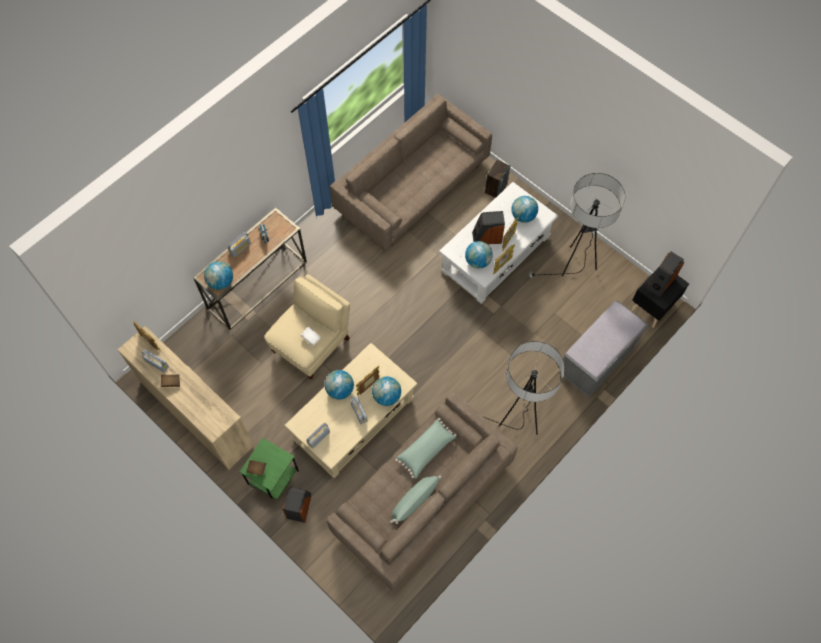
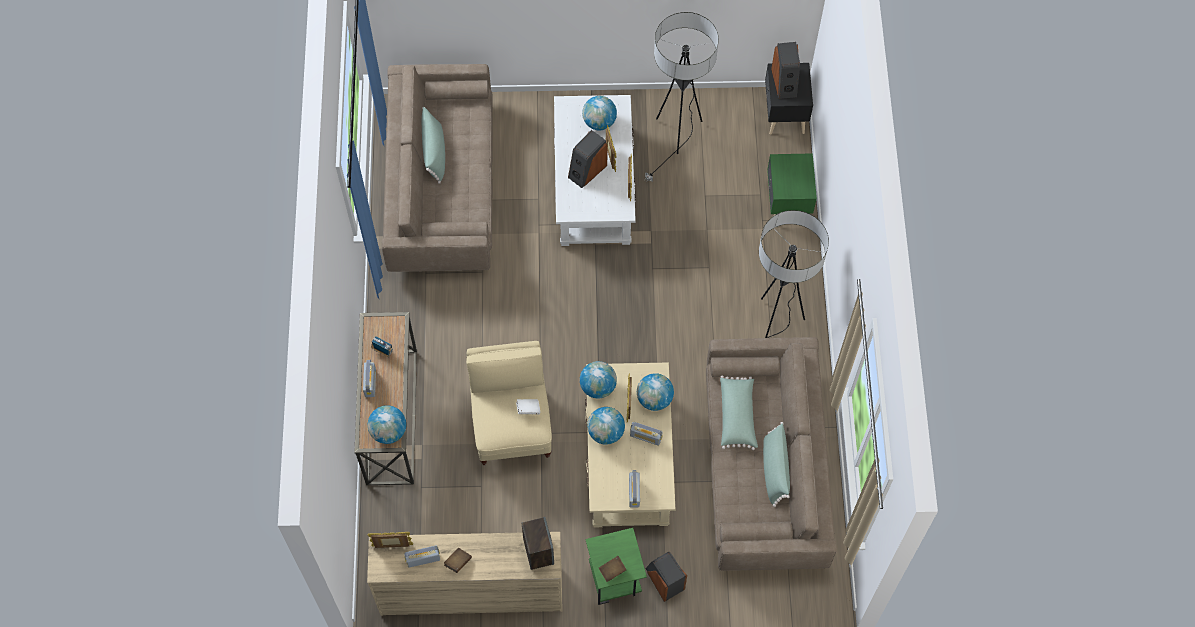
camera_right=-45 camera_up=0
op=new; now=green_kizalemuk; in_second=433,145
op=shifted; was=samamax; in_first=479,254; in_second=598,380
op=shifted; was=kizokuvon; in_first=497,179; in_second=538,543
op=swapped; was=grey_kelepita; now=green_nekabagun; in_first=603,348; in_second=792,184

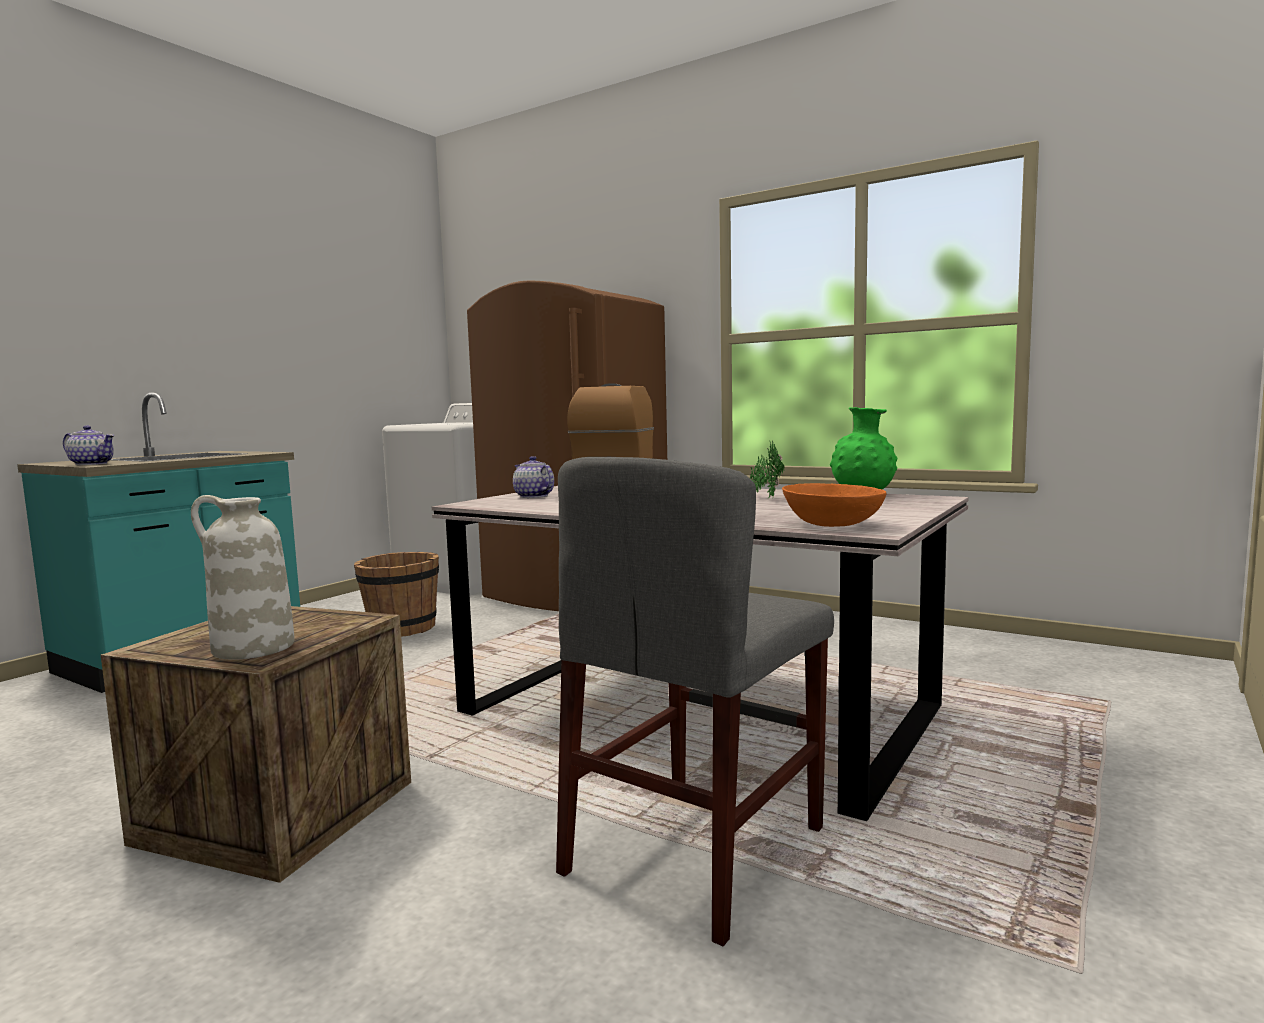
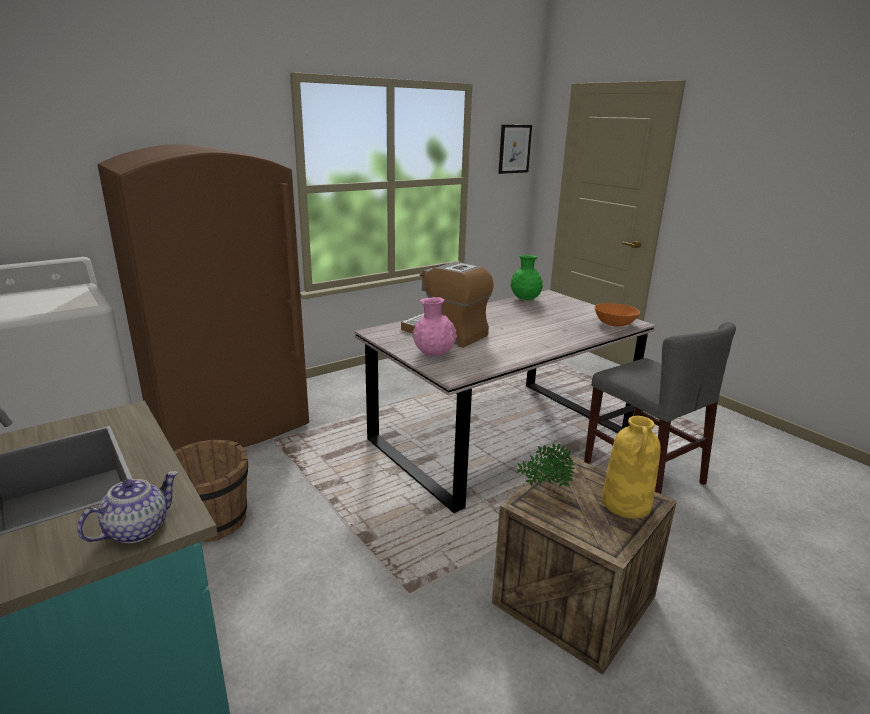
camera_right=-70 camera_up=15
op=new; now=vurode; in_second=515,149
op=shifted; was=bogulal; in_first=767,469; in_second=546,465
op=swapped; was=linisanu; now=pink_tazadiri; in_first=533,477; in_second=435,326
op=repainted; was=white_tazadiri; now=yellow_tazadiri; in_first=243,577; in_second=631,467

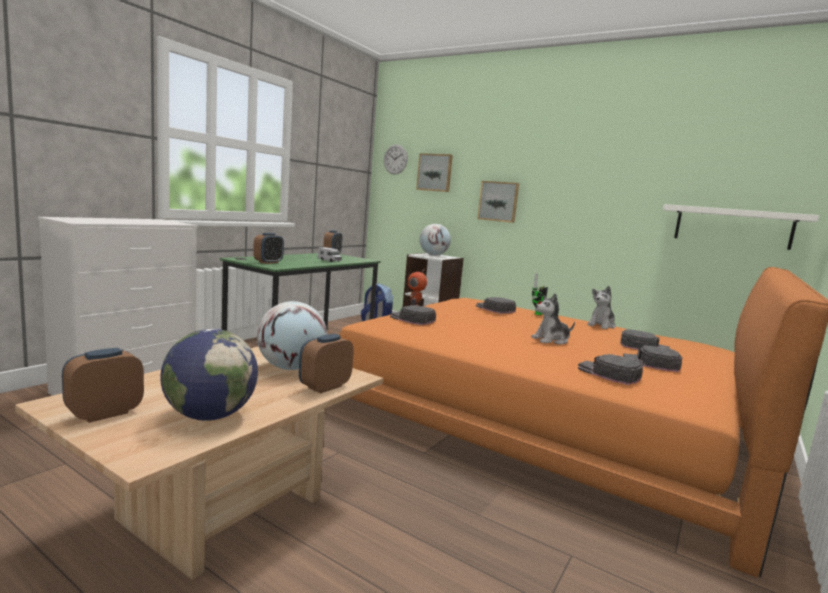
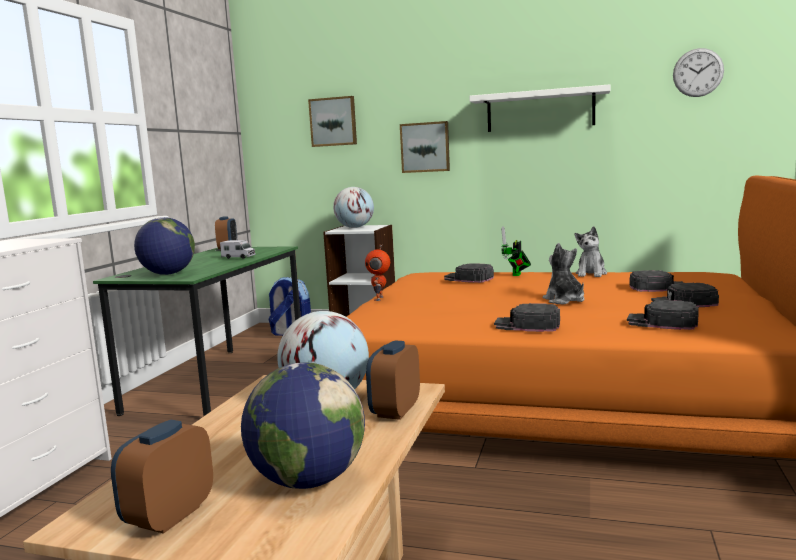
camera_right=-15 camera_up=0
op=shifted; was=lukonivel; in_first=396,159; in_second=698,72
op=shifted; was=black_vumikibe; in_first=413,315; in_second=527,317
op=shifted; was=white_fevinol; in_first=741,227; in_second=539,108
op=swapped; was=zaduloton; now=samamax; in_first=268,248; in_second=164,246
op=rotated; was=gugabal; in_first=553,319; in_second=563,273; clockwise=105

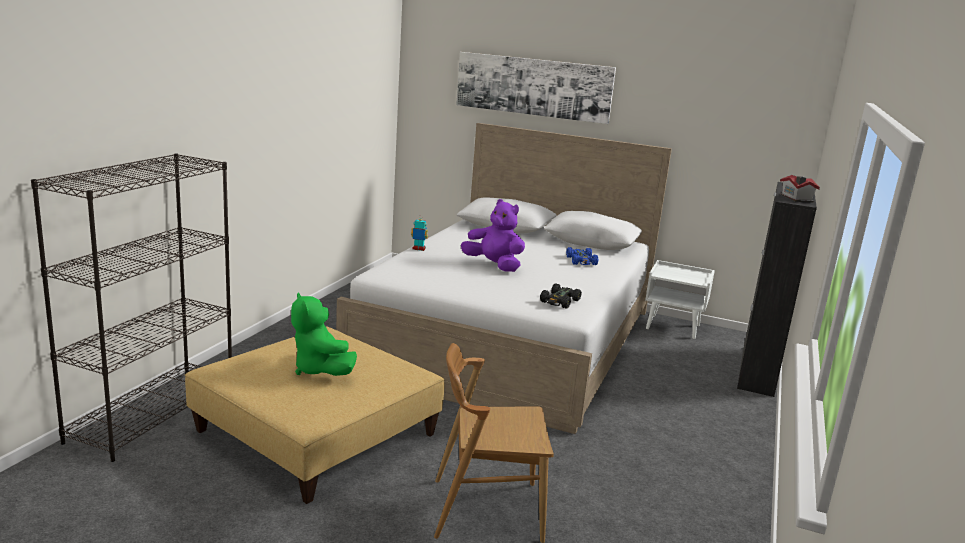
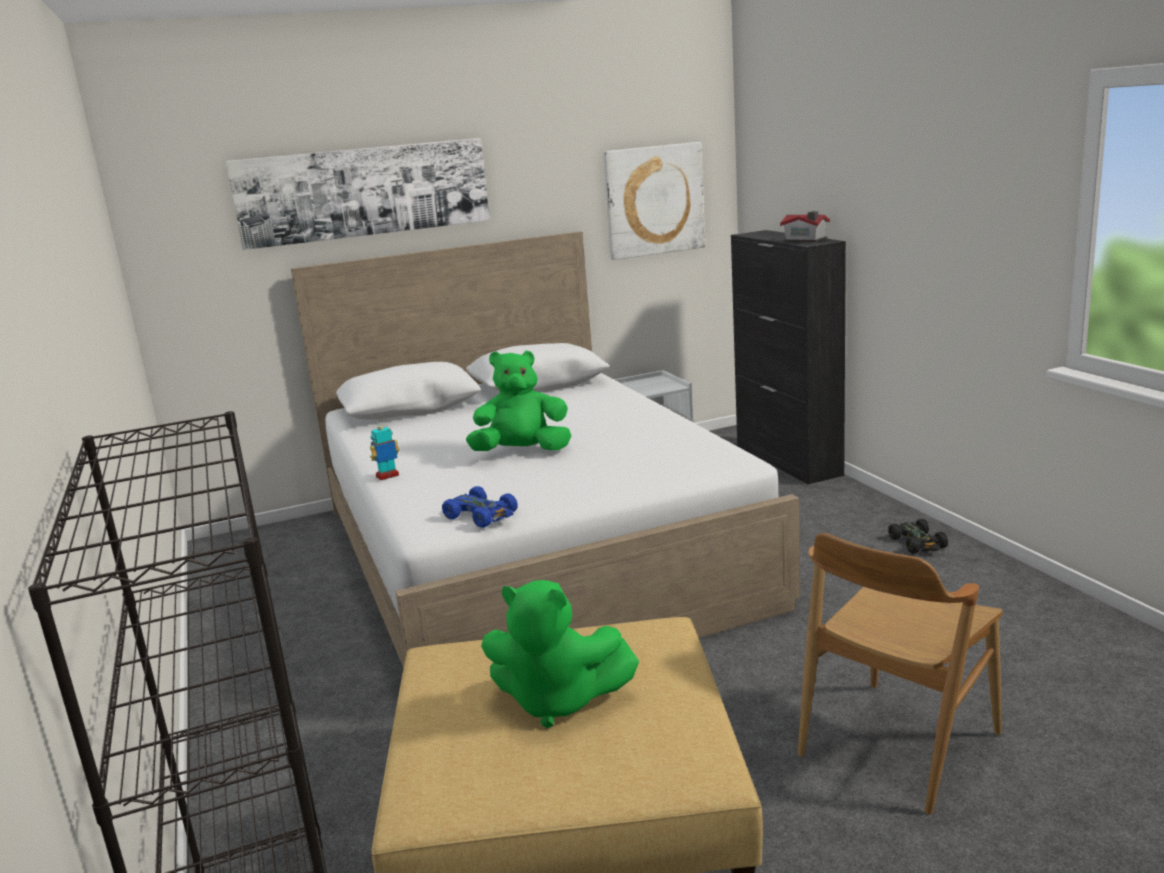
camera_right=-40 camera_up=0
op=new; now=vurode; in_second=654,201
op=shifted; was=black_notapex; in_first=561,295; in_second=918,536
op=shifted; was=blue_notapex; in_first=582,256; in_second=480,507
op=repainted; was=purple_gugabal; now=green_gugabal; in_first=493,235; in_second=518,401

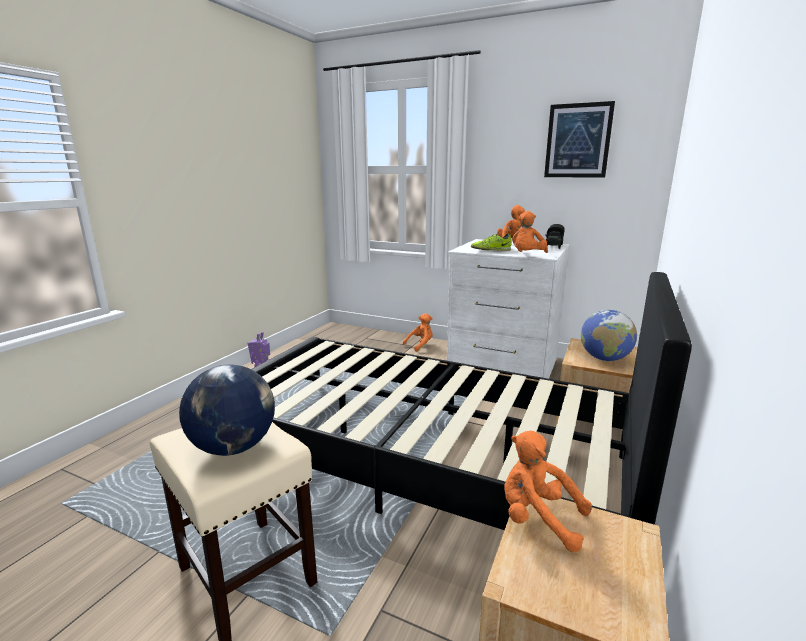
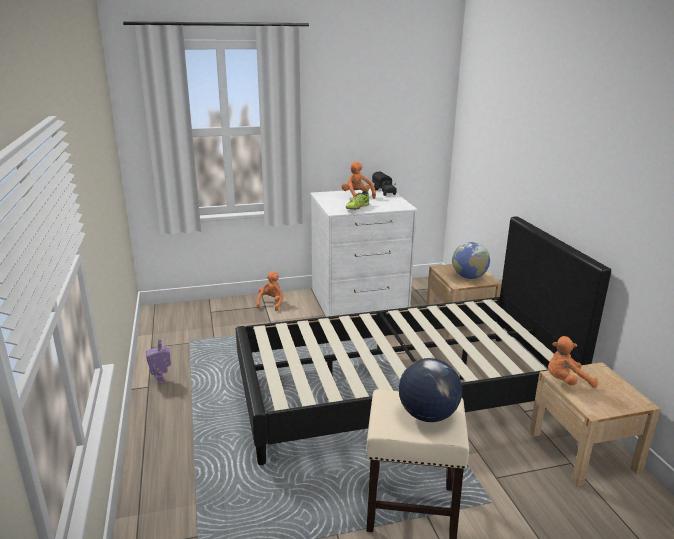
camera_right=-40 camera_up=5
op=gone; was=orange_gugabal; in_first=530,232
op=gone; was=vurode; in_first=579,139

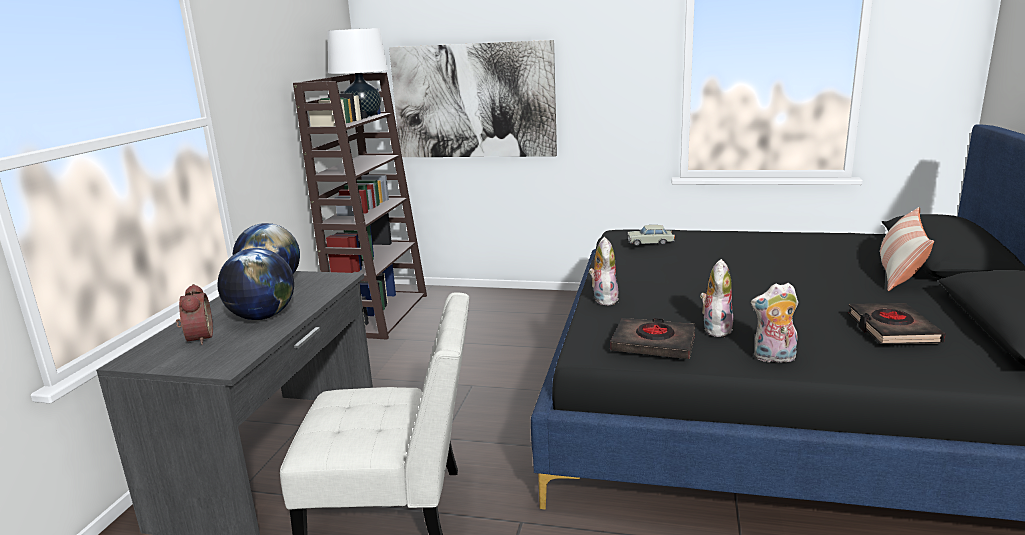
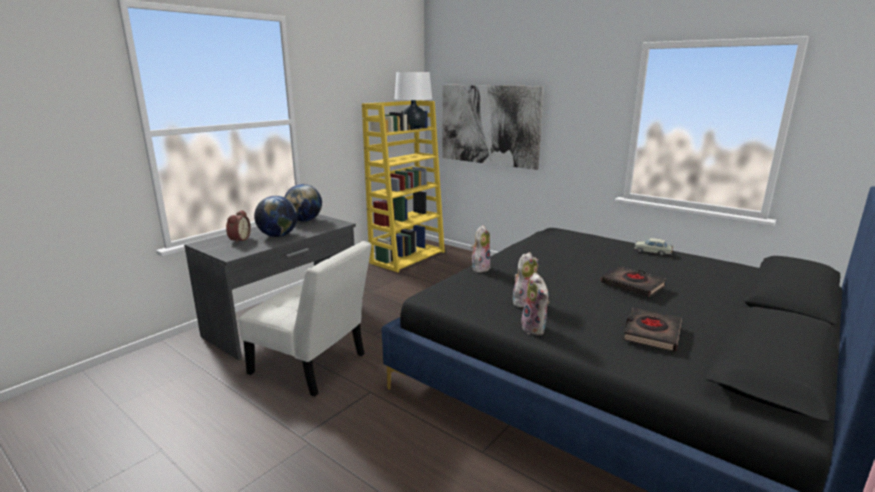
camera_right=25 camera_up=0
op=gone; was=kizalemuk; in_first=907,249
op=shifted; was=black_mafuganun; in_first=653,338; in_second=634,282
op=shifted; was=beige_notapex; in_first=651,235; in_second=653,247
op=repainted; was=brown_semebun; now=yellow_semebun; in_first=360,206; in_second=403,186
op=rotated; was=gugabal; in_first=774,323; in_second=535,304; clockwise=-135

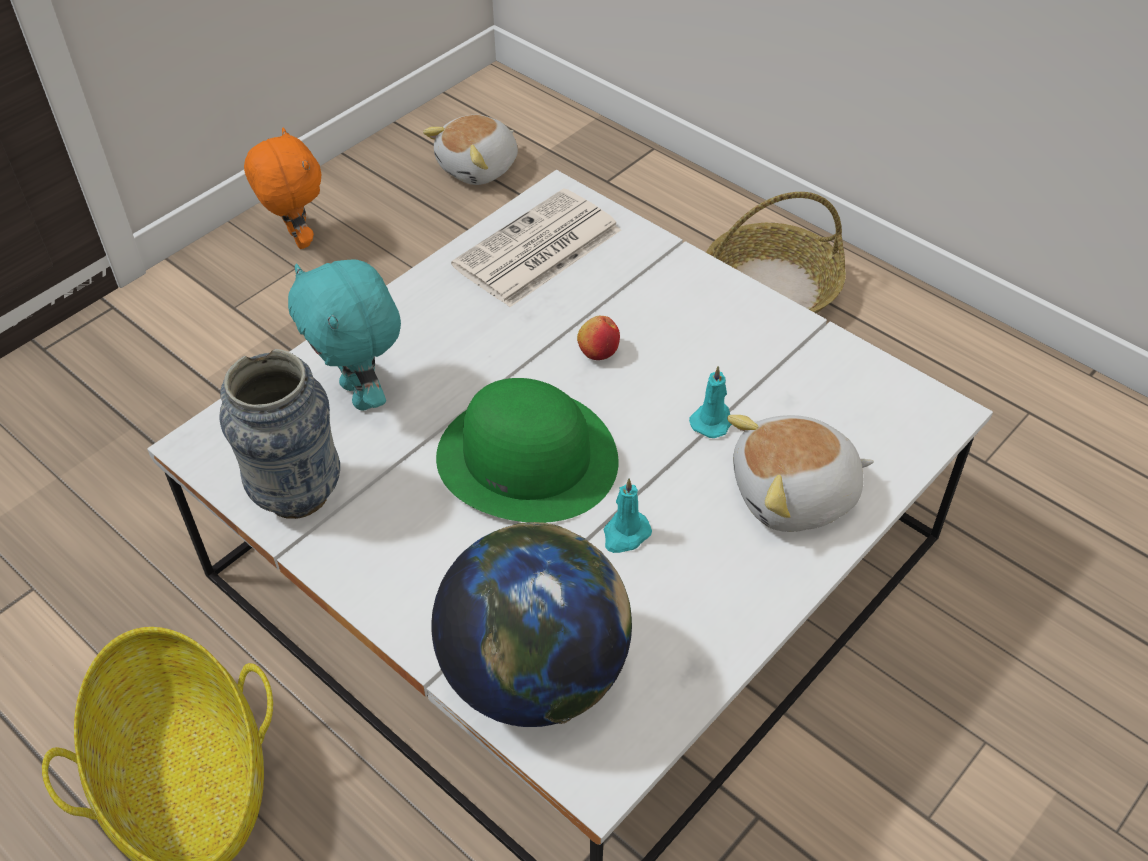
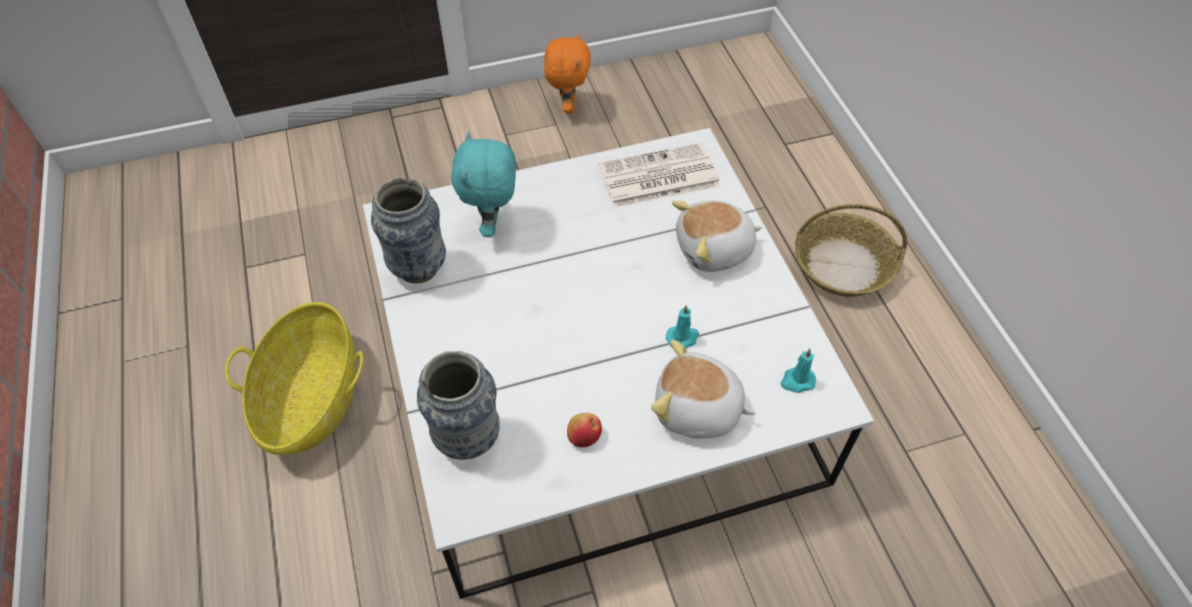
camera_right=30 camera_up=5
op=gone; was=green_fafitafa; in_first=527,450
op=shifted; was=gugabal; in_first=470,150; in_second=717,236
op=shifted; was=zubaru; in_first=598,338; in_second=584,430
op=shifted; was=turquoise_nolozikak; in_first=628,515; in_second=798,371
op=swapped; was=samamax; now=tazadiri; in_first=531,624; in_second=458,405

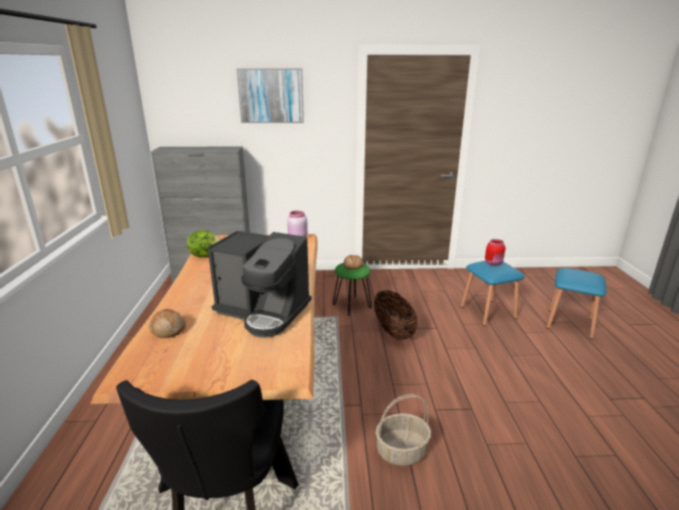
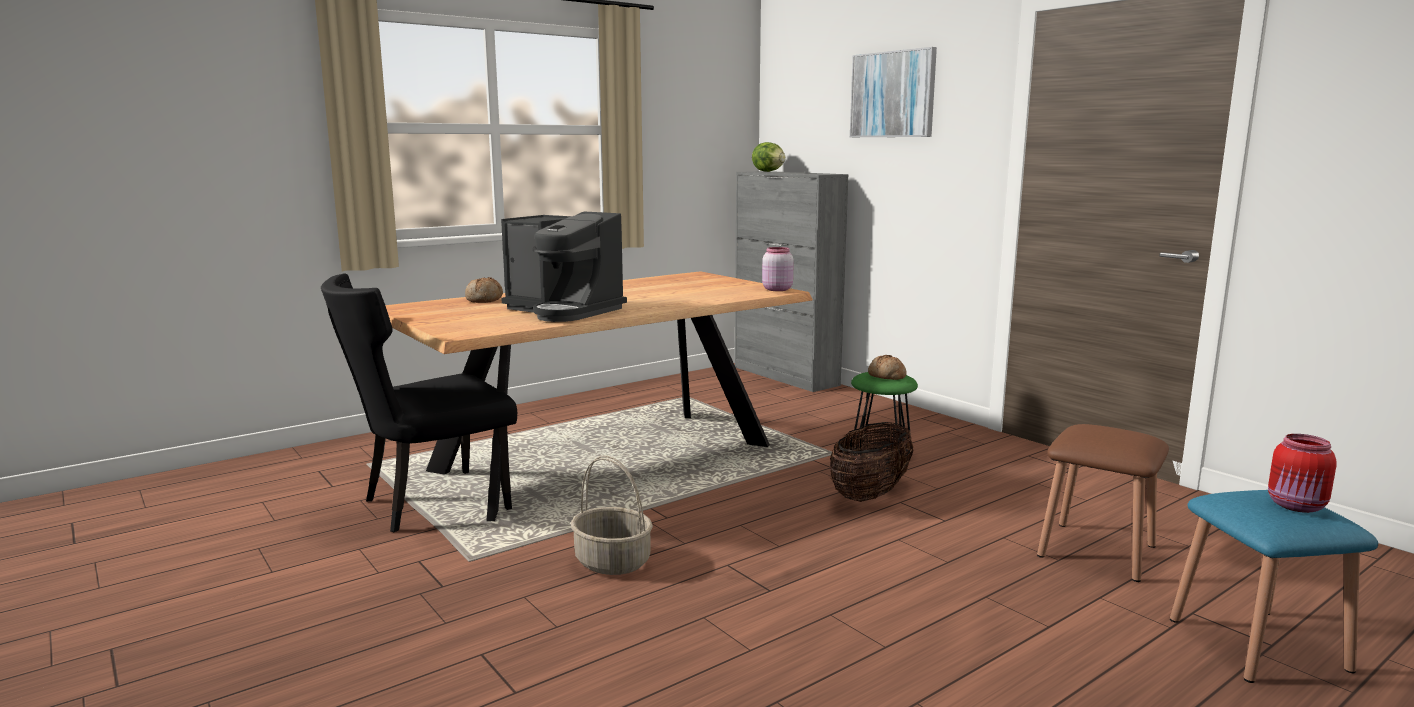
camera_right=55 camera_up=-10
op=shifted; was=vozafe; in_first=204,243; in_second=769,157
op=shifted; was=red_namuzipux; in_first=495,252; in_second=1302,473
op=repainted; was=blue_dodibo; now=brown_dodibo; in_first=492,293; in_second=1103,503
op=rotated; was=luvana; in_first=259,284; in_second=564,266; clockwise=-45

